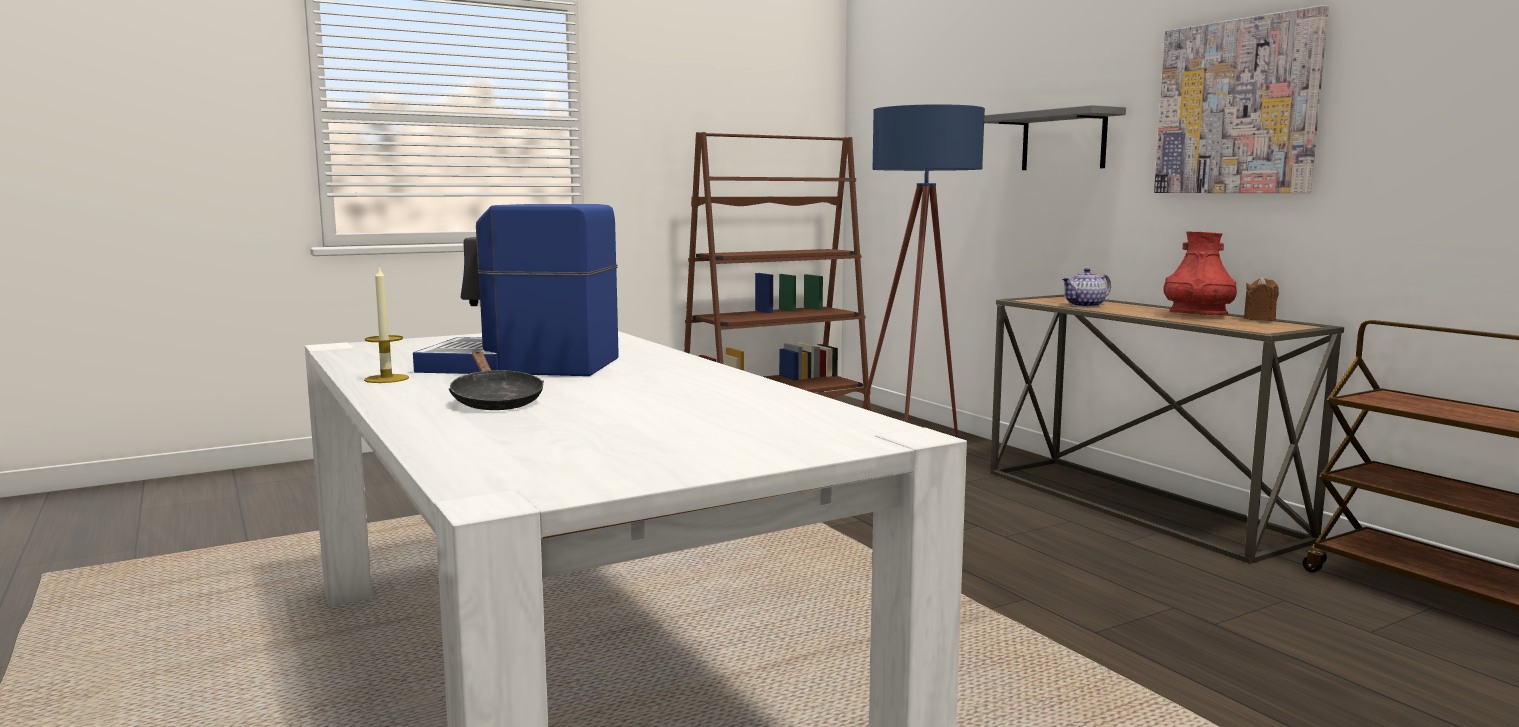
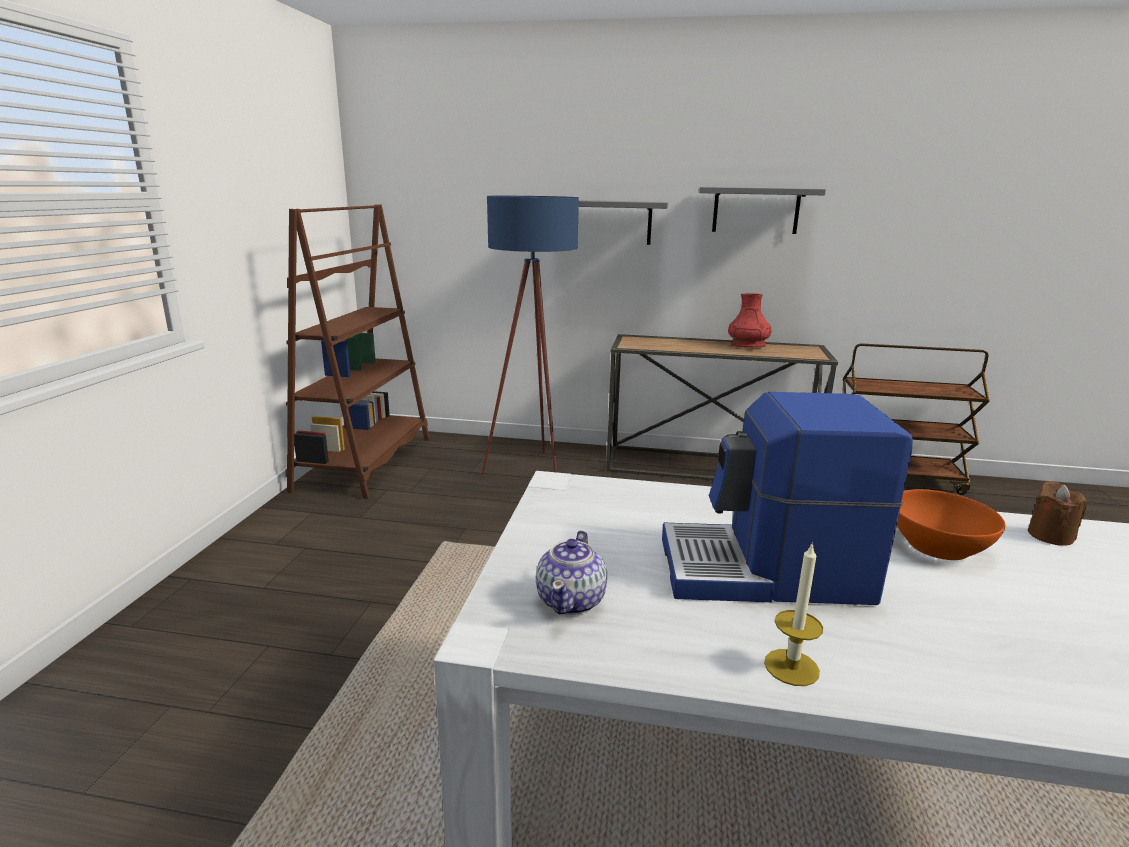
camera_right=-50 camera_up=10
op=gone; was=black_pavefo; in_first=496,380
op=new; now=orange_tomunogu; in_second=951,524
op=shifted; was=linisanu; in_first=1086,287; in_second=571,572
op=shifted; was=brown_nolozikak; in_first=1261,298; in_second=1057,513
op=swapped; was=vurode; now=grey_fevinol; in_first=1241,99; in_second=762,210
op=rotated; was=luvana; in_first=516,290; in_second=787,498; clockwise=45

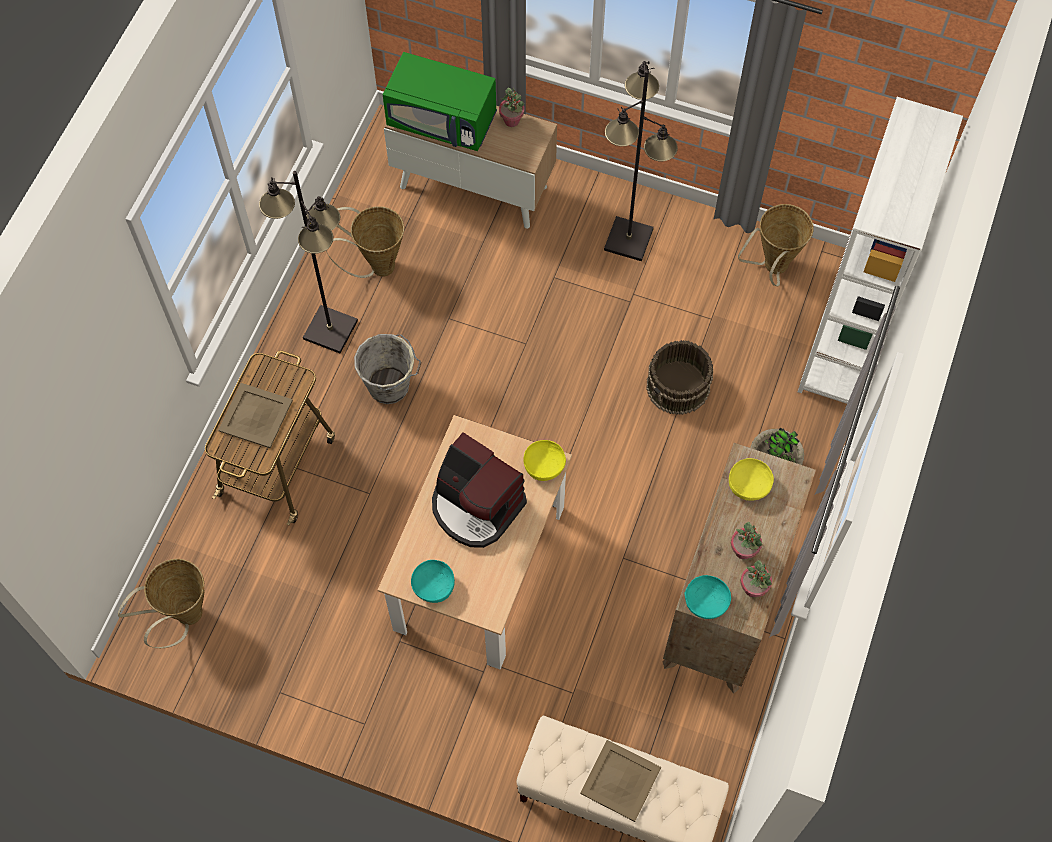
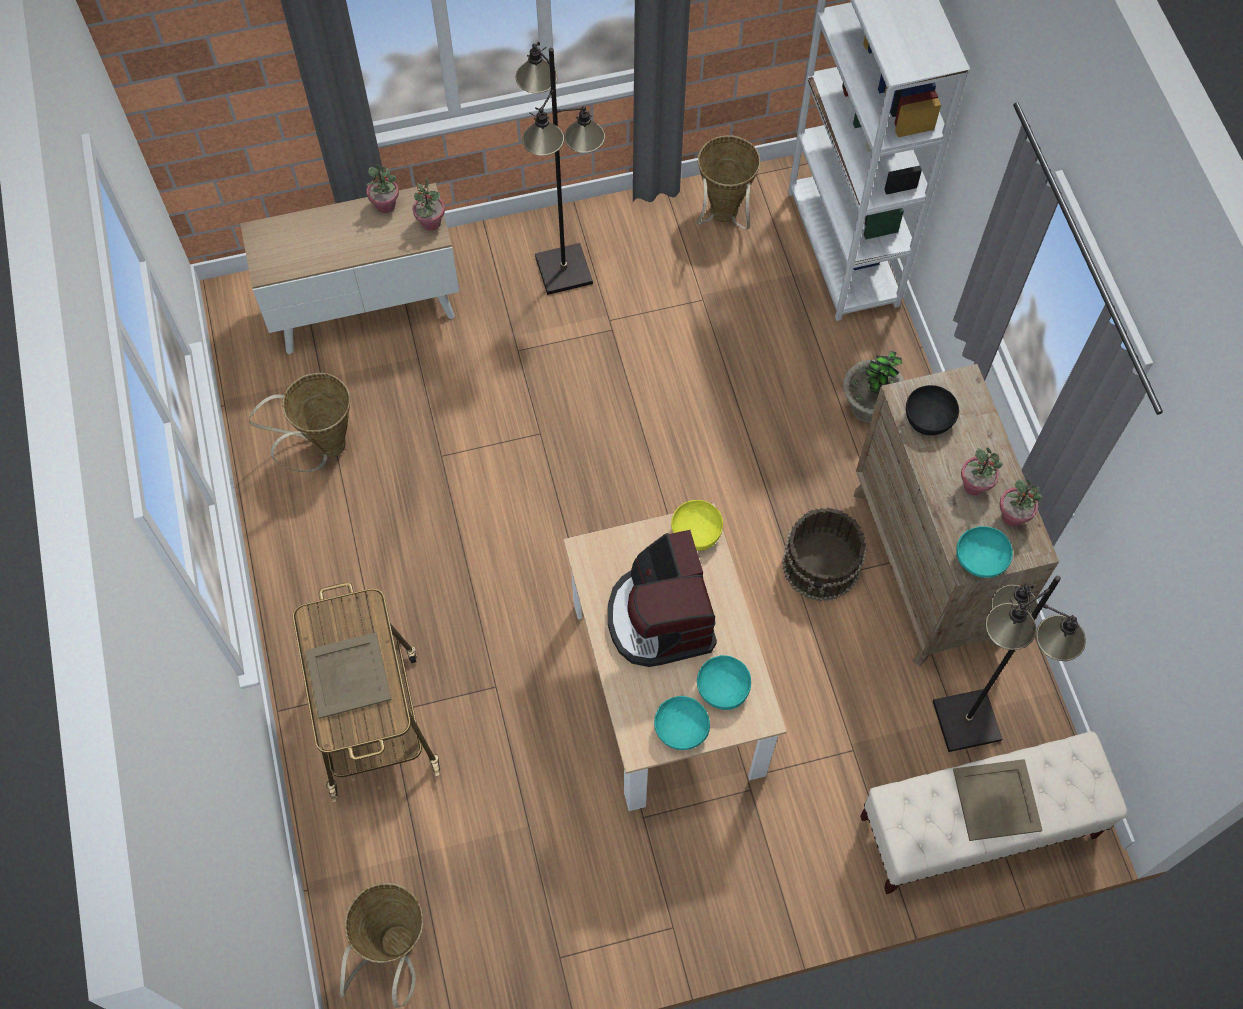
camera_right=-35 camera_up=0
op=gone; was=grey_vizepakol; in_first=388,369
op=gone; was=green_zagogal; in_first=439,101
op=new; now=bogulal; in_second=428,204
op=new; now=turquoise_tomunogu; in_second=724,682
op=shifted; was=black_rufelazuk; in_first=308,262; in_second=1009,664
op=shifted; was=brown_vizepakol; in_first=679,377; in_second=824,555
op=repainted; was=yellow_tomunogu; now=black_tomunogu; in_first=751,479; in_second=932,410
op=rotated; was=luvana; in_first=479,490; in_second=662,598; clockwise=75

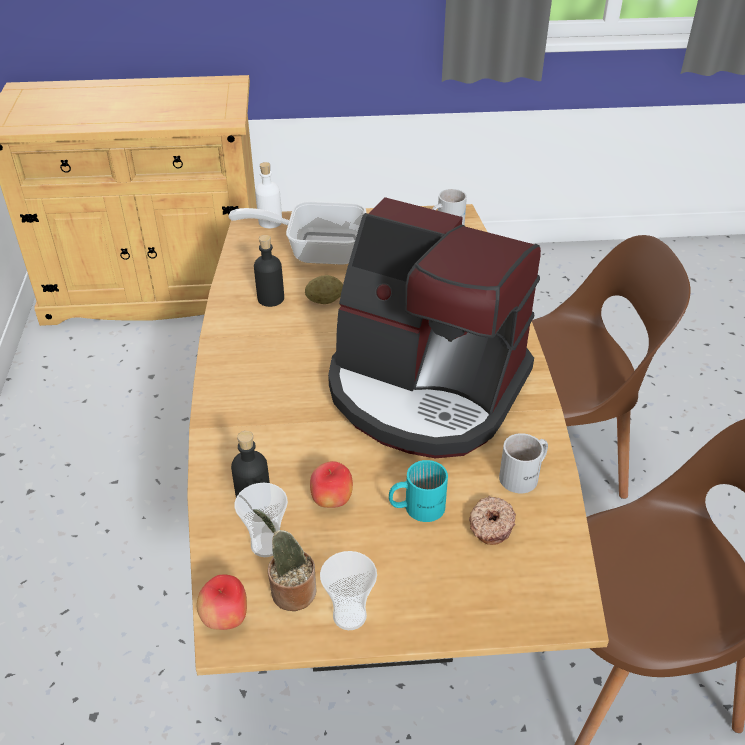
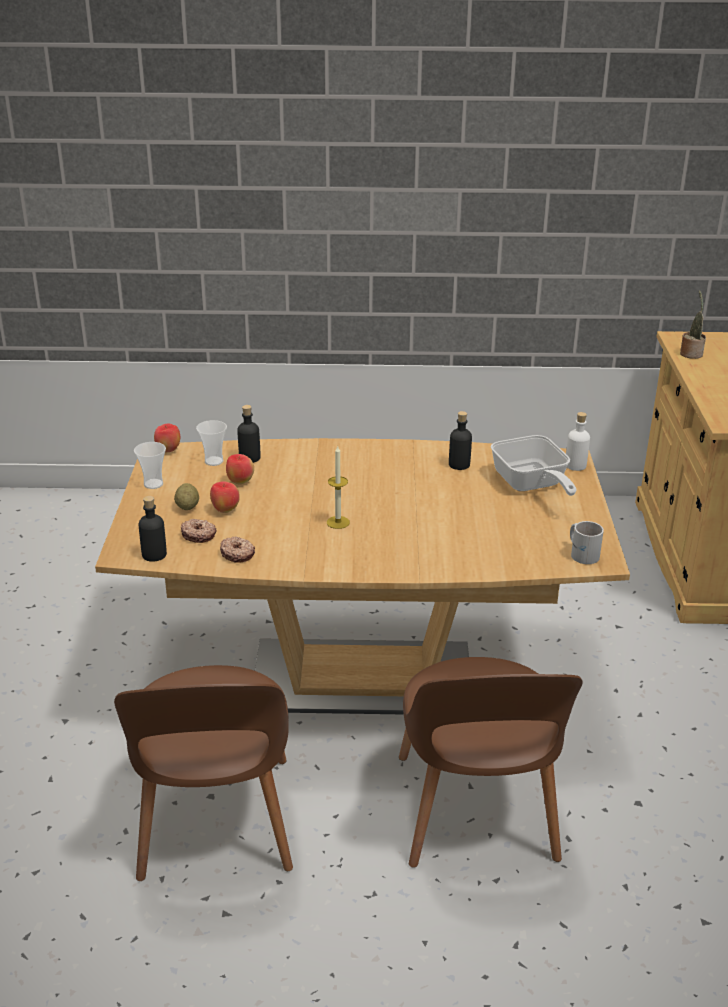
camera_right=95 camera_up=-10
op=new; now=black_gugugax; in_second=152,529
op=shifted; was=bogulal; in_first=285,560; in_second=693,324
op=shifted; was=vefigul; in_first=324,289; in_second=186,496
op=swapped; was=luvana; now=nolozikak; in_first=434,327; in_second=338,487
op=swapped; was=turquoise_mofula; now=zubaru; in_first=418,491; in_second=225,497
op=swapped; was=white_mofula; now=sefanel; in_first=523,463; in_second=237,549
op=rotated; was=pavefo; in_first=297,233; in_second=534,465; clockwise=150

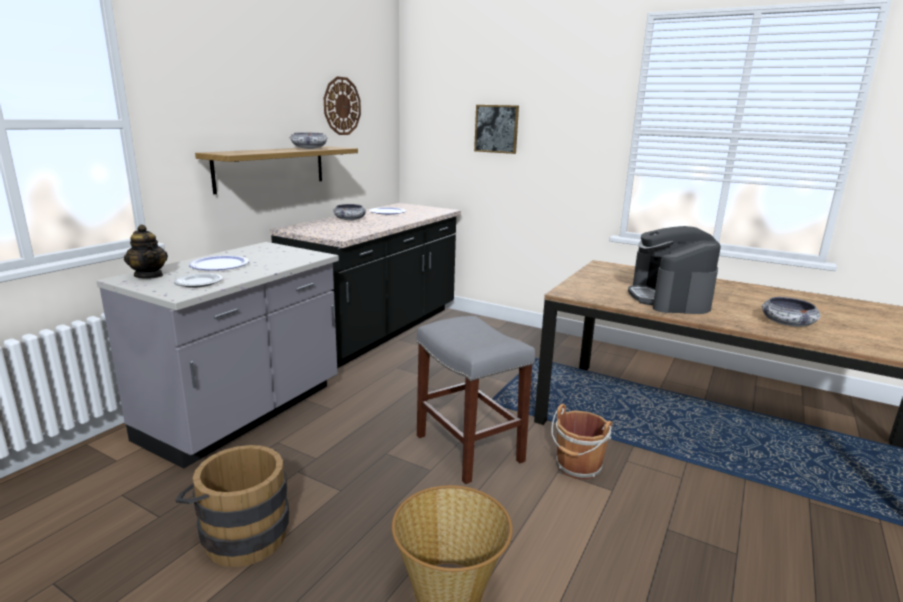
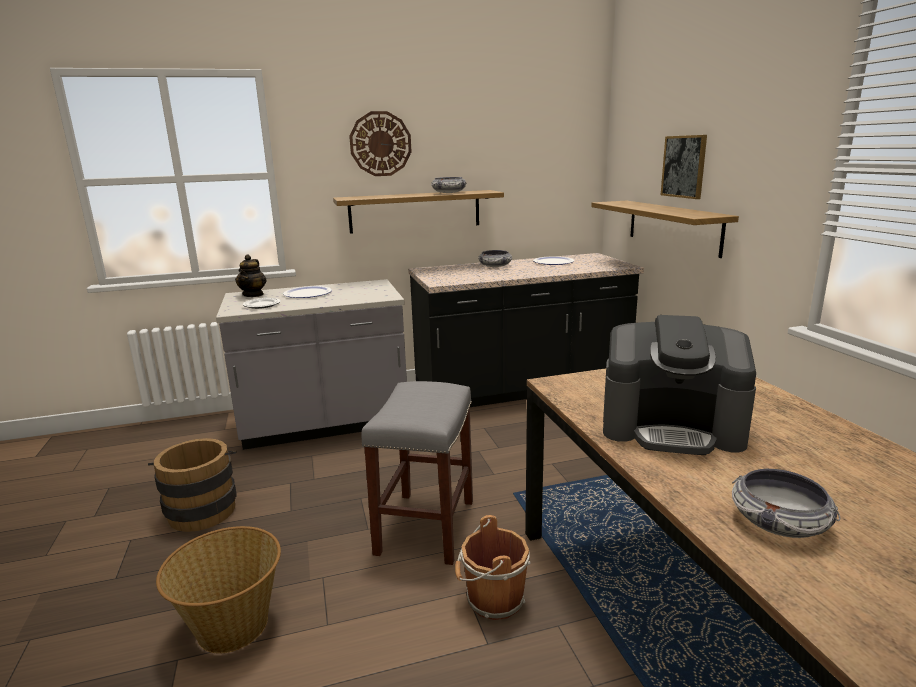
camera_right=45 camera_up=0
op=new; now=fevinol; in_second=665,229
op=shifted; was=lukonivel; in_first=342,106; in_second=380,143
op=rotated; was=luvana; in_first=674,270; in_second=679,385; clockwise=-120

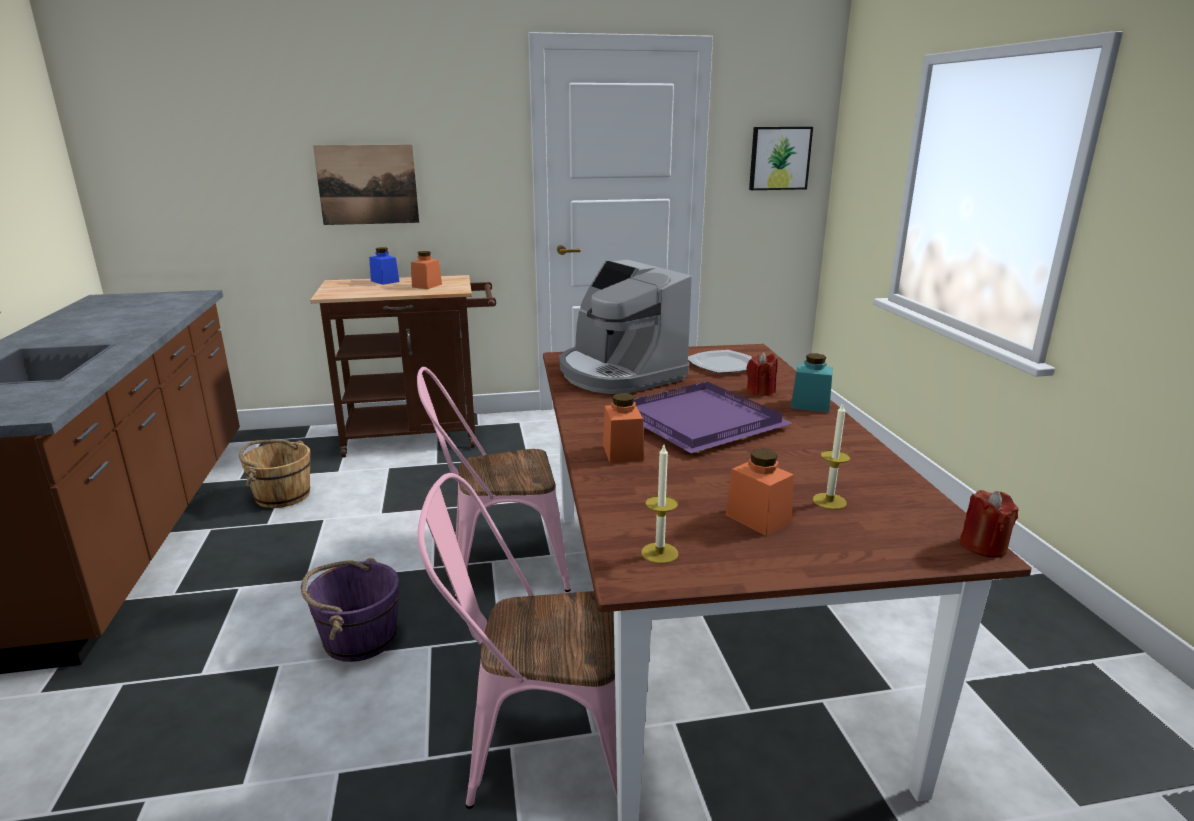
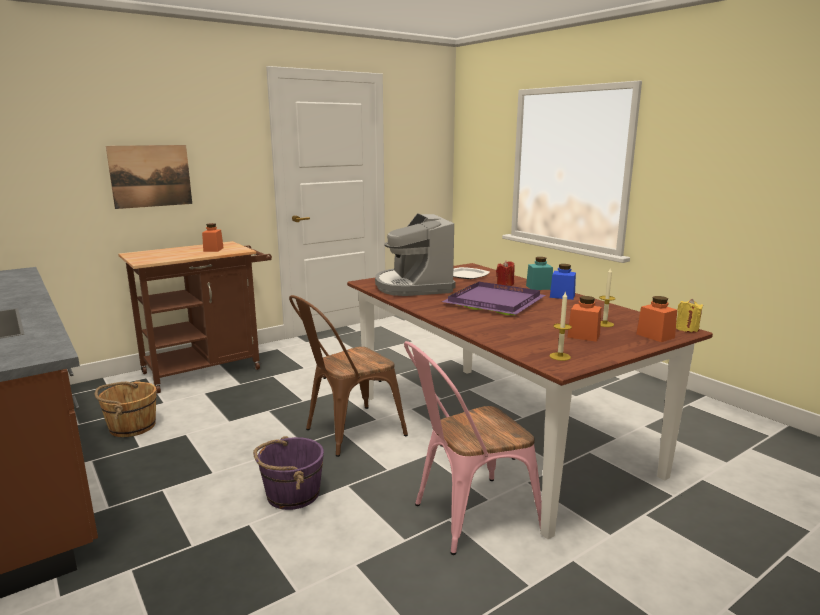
camera_right=-25 camera_up=-5
op=gone; was=vurode; in_first=781,158
op=shifted; was=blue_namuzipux; in_first=384,266; in_second=563,282
op=shifted; was=orange_namuzipux; in_first=623,428; in_second=656,319
op=repainted; was=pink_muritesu; now=brown_muritesu; in_first=494,483; in_second=348,376
op=repainted; was=red_nolozikak; now=yellow_nolozikak; in_first=989,524; in_second=689,315
op=rotated; was=luvana; in_first=626,327; in_second=415,255; clockwise=45

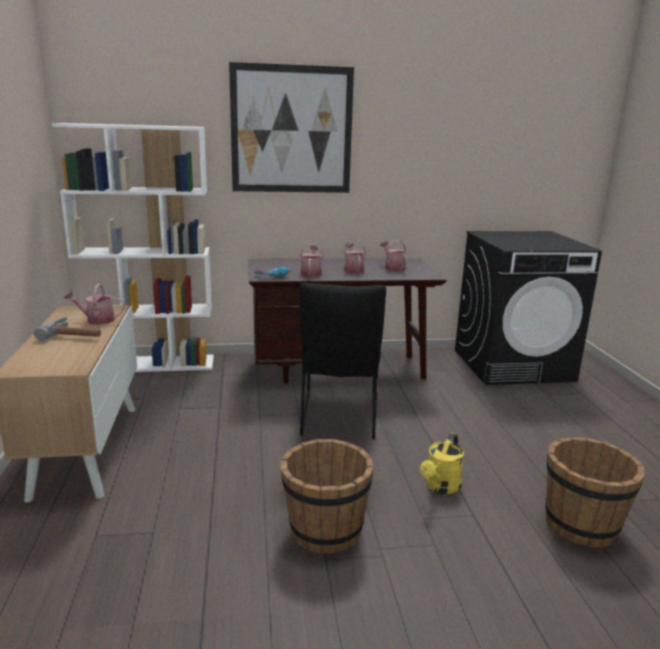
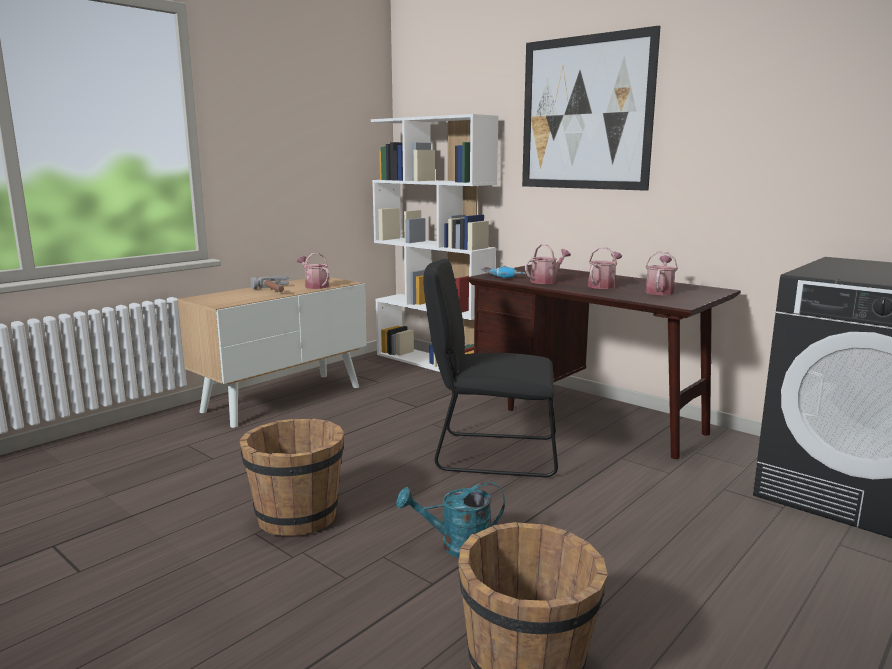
camera_right=50 camera_up=-5
op=repainted; was=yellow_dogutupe; now=turquoise_dogutupe; in_first=442,463; in_second=450,520
op=rotated; was=black_muritesu; in_first=343,361; in_second=490,368; clockwise=45

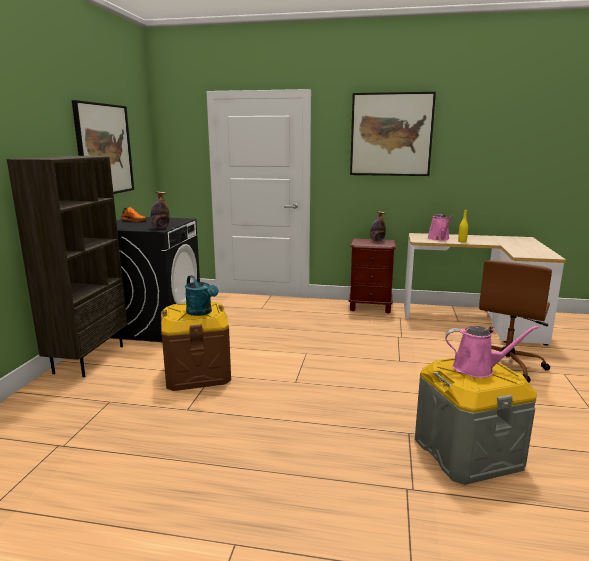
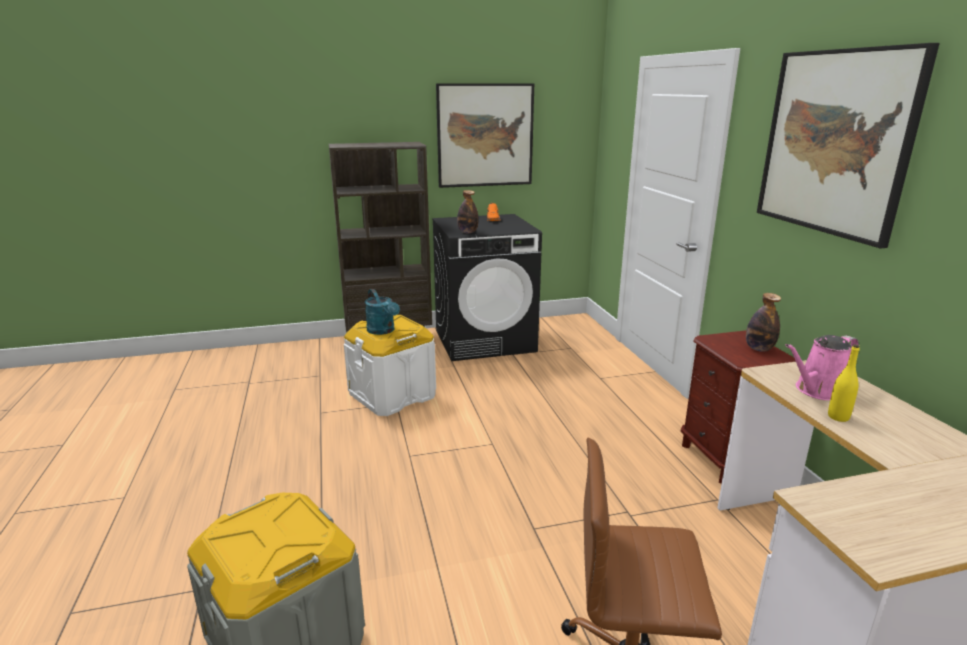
camera_right=65 camera_up=5
op=gone; was=pink_dogutupe; in_first=492,351
op=repainted; was=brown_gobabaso; now=white_gobabaso; in_first=196,346; in_second=390,365
op=rotated; was=turquoise_dogutupe; in_first=201,295; in_second=382,312; clockwise=-60

